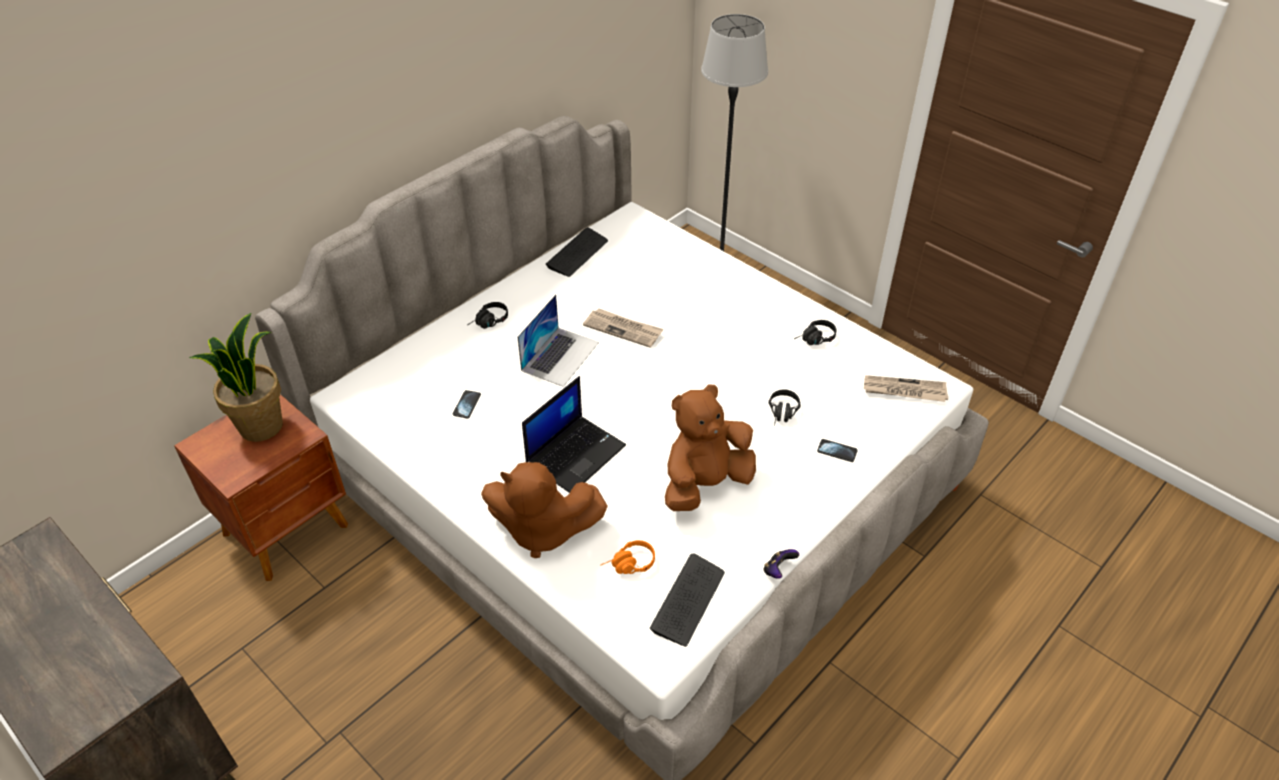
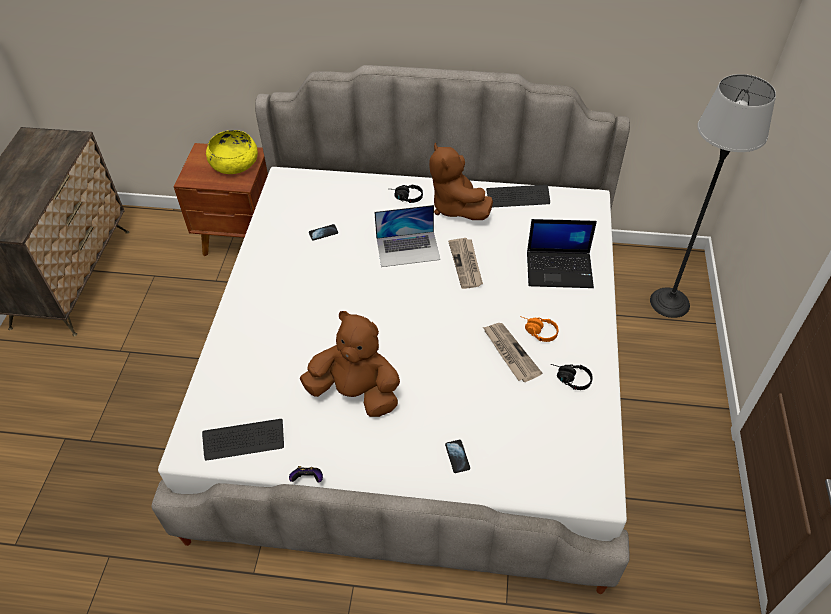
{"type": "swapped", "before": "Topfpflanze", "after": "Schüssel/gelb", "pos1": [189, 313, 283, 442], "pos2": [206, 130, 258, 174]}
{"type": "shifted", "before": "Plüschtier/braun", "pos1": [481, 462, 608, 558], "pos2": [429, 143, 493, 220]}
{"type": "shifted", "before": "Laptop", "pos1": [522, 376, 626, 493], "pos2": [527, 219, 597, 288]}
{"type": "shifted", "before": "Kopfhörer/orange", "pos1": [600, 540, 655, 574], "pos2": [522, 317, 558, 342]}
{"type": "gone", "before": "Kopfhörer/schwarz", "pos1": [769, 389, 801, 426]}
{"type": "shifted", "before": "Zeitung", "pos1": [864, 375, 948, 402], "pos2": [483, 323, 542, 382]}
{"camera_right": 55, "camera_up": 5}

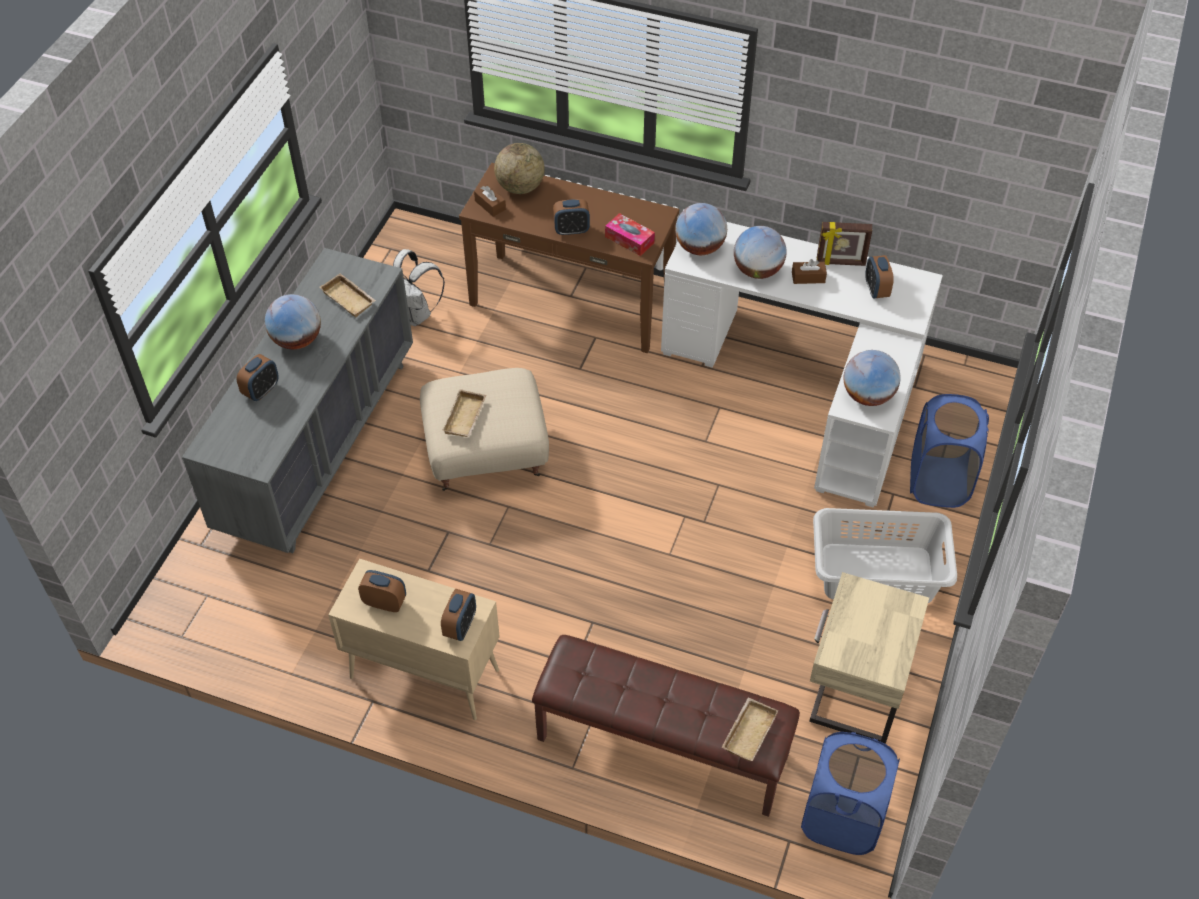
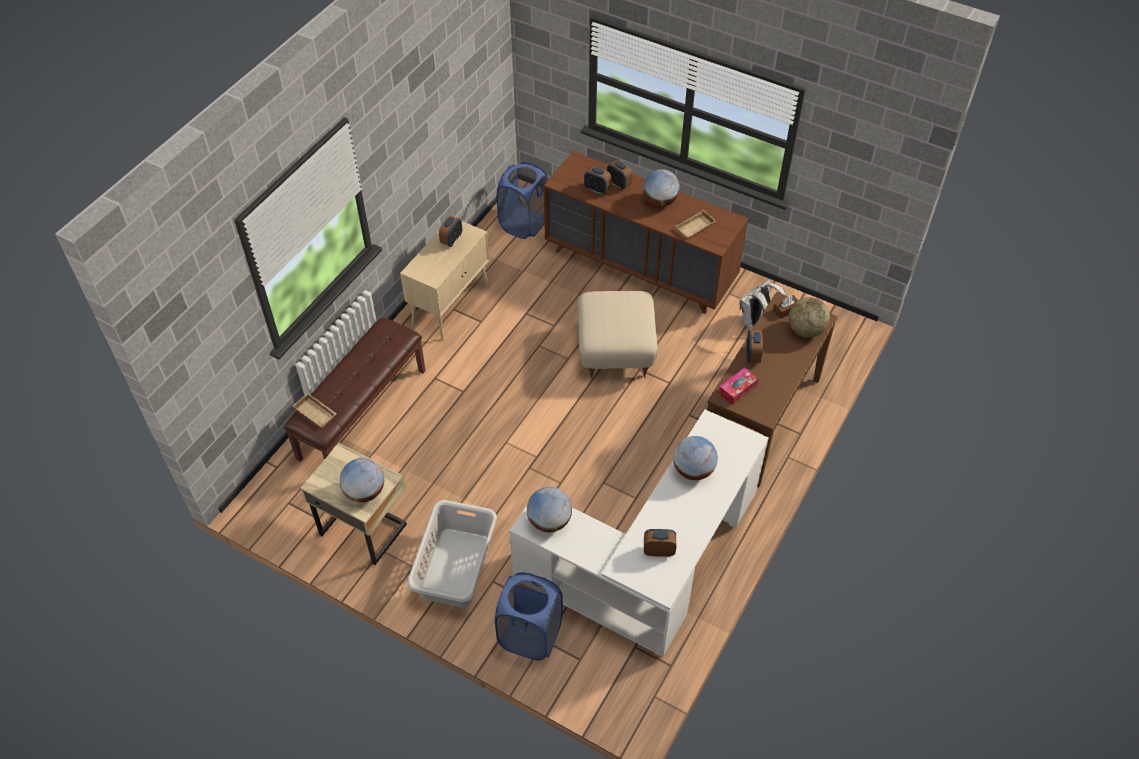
{"type": "repainted", "before": "Kommode/grau", "after": "Kommode/braun", "pos1": [182, 248, 413, 553], "pos2": [544, 151, 748, 314]}
{"type": "shifted", "before": "Wecker", "pos1": [441, 589, 476, 641], "pos2": [584, 166, 611, 195]}
{"type": "gone", "before": "Tablett/beige", "pos1": [442, 389, 486, 437]}
{"type": "shifted", "before": "Globus", "pos1": [675, 203, 727, 255], "pos2": [340, 458, 384, 502]}
{"type": "gone", "before": "Taschentuchbox/braun", "pos1": [792, 259, 827, 284]}
{"type": "shifted", "before": "Wäschekorb/blau", "pos1": [801, 732, 900, 855], "pos2": [497, 162, 548, 239]}
{"type": "gone", "before": "Bilderrahmen", "pos1": [817, 222, 872, 266]}
{"camera_right": 100, "camera_up": 0}

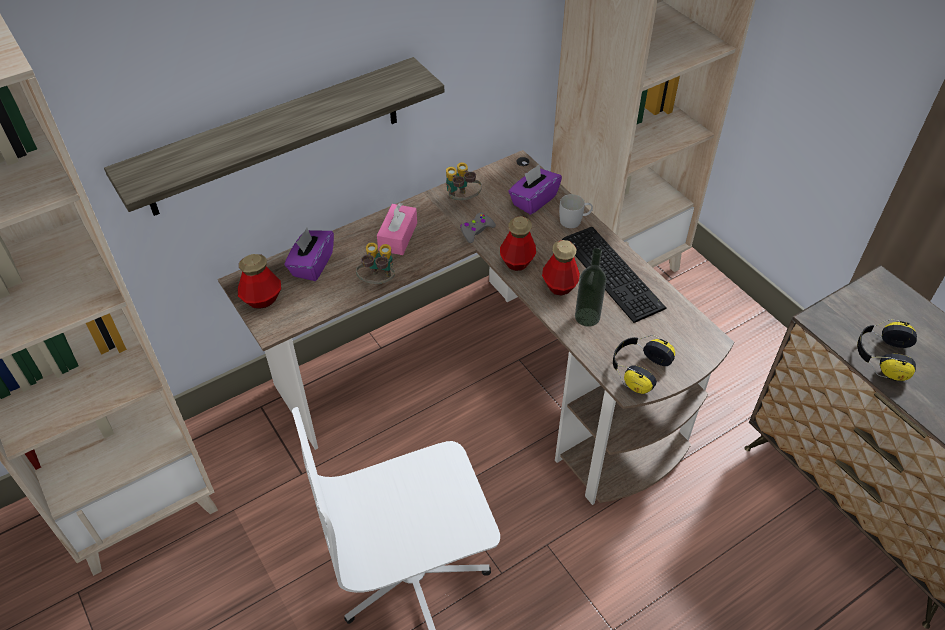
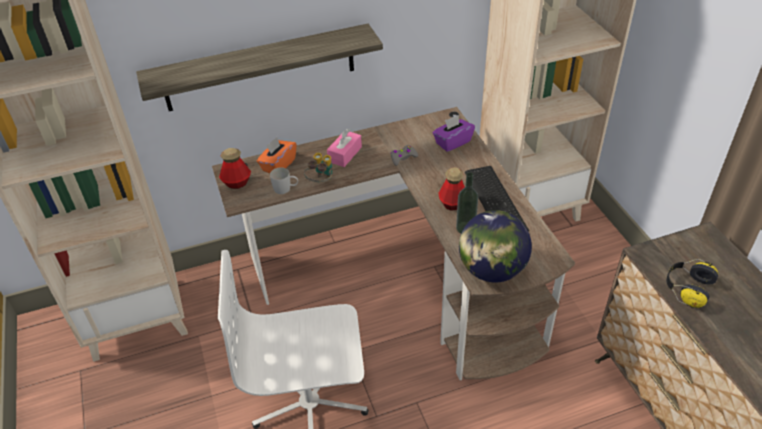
{"type": "repainted", "before": "Taschentuchbox/lila", "after": "Taschentuchbox/orange", "pos1": [284, 228, 334, 281], "pos2": [257, 137, 297, 173]}
{"type": "gone", "before": "Fernglas", "pos1": [446, 162, 482, 200]}
{"type": "gone", "before": "Flasche", "pos1": [500, 216, 536, 271]}
{"type": "shifted", "before": "Henkelbecher/weiß", "pos1": [559, 194, 593, 228], "pos2": [270, 167, 298, 194]}
{"type": "swapped", "before": "Kopfhörer", "after": "Globus", "pos1": [613, 335, 675, 394], "pos2": [459, 210, 532, 282]}
{"camera_right": 15, "camera_up": -5}

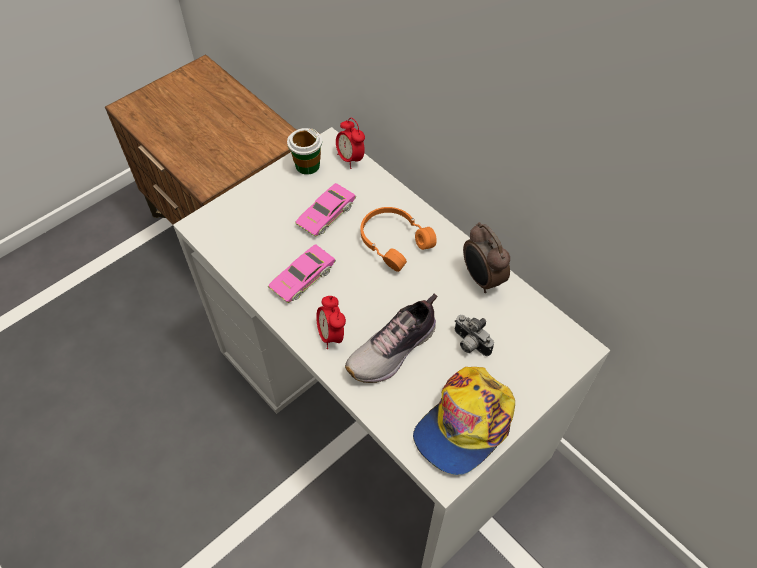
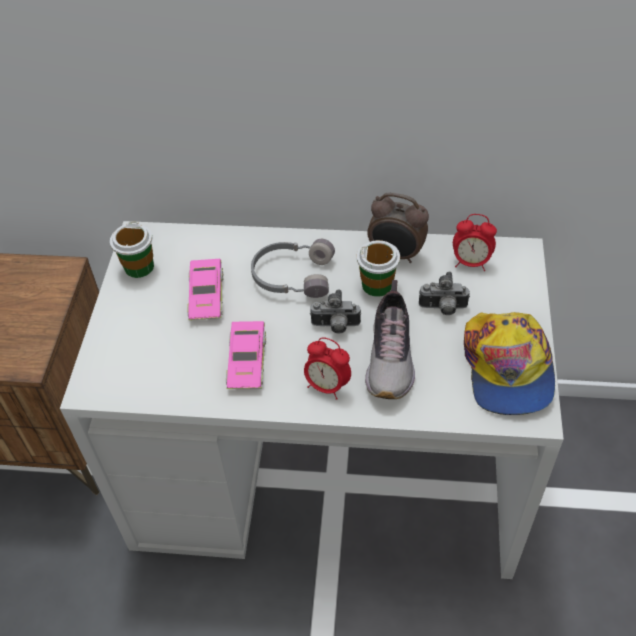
{"type": "shifted", "before": "Wecker", "pos1": [336, 118, 365, 169], "pos2": [453, 214, 497, 271]}
{"type": "repainted", "before": "Kopfhörer/orange", "after": "Kopfhörer/grau", "pos1": [360, 207, 437, 272], "pos2": [251, 239, 335, 298]}
{"type": "new", "after": "Kamera", "pos2": [310, 290, 361, 333]}
{"type": "new", "after": "Tasse", "pos2": [357, 240, 400, 297]}
{"camera_right": -40, "camera_up": -5}

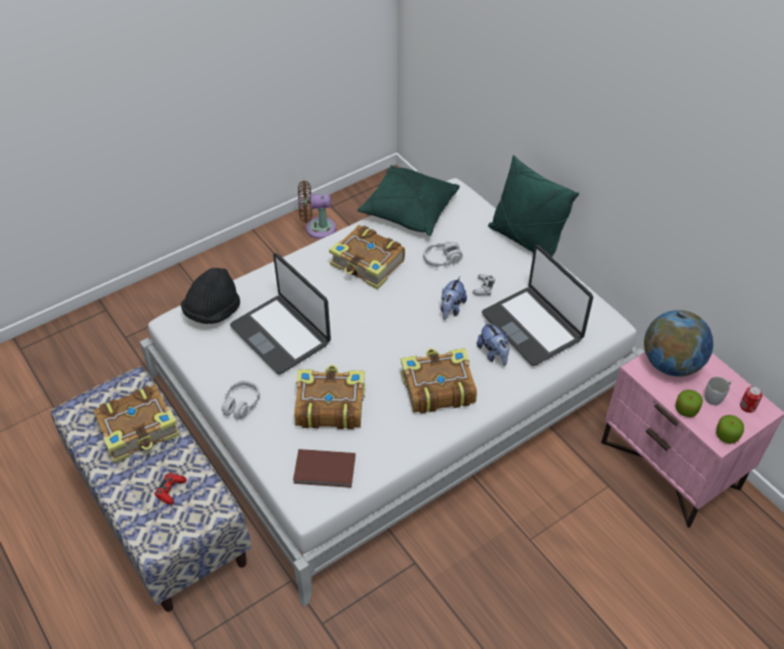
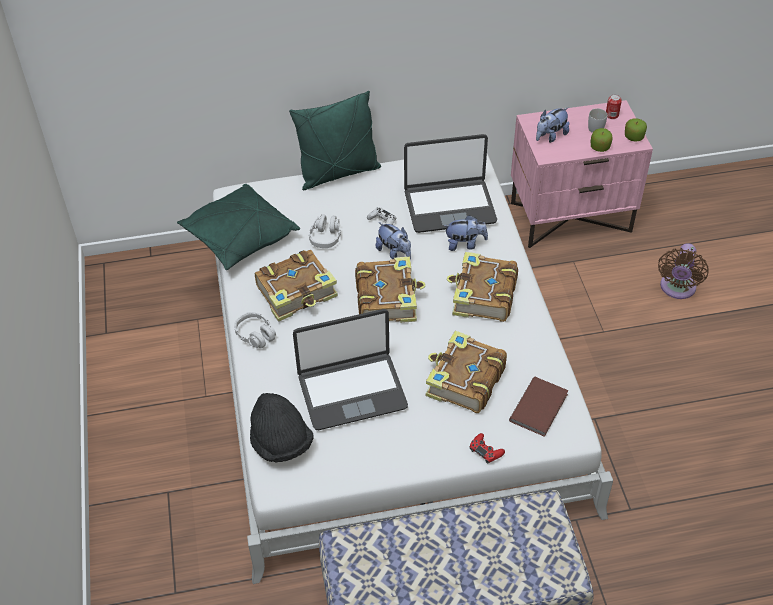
{"type": "shifted", "before": "Buch", "pos1": [94, 385, 180, 463], "pos2": [355, 257, 426, 323]}
{"type": "shifted", "before": "Gamepad/rot", "pos1": [154, 473, 187, 505], "pos2": [469, 433, 505, 463]}
{"type": "shifted", "before": "Kopfhörer/grau", "pos1": [221, 380, 260, 420], "pos2": [234, 312, 276, 348]}
{"type": "shifted", "before": "Ventilator/braun", "pos1": [298, 181, 336, 239], "pos2": [658, 243, 709, 299]}
{"type": "swapped", "before": "Globus", "after": "Plüschtier", "pos1": [644, 310, 713, 377], "pos2": [536, 107, 569, 143]}
{"camera_right": -65, "camera_up": 0}

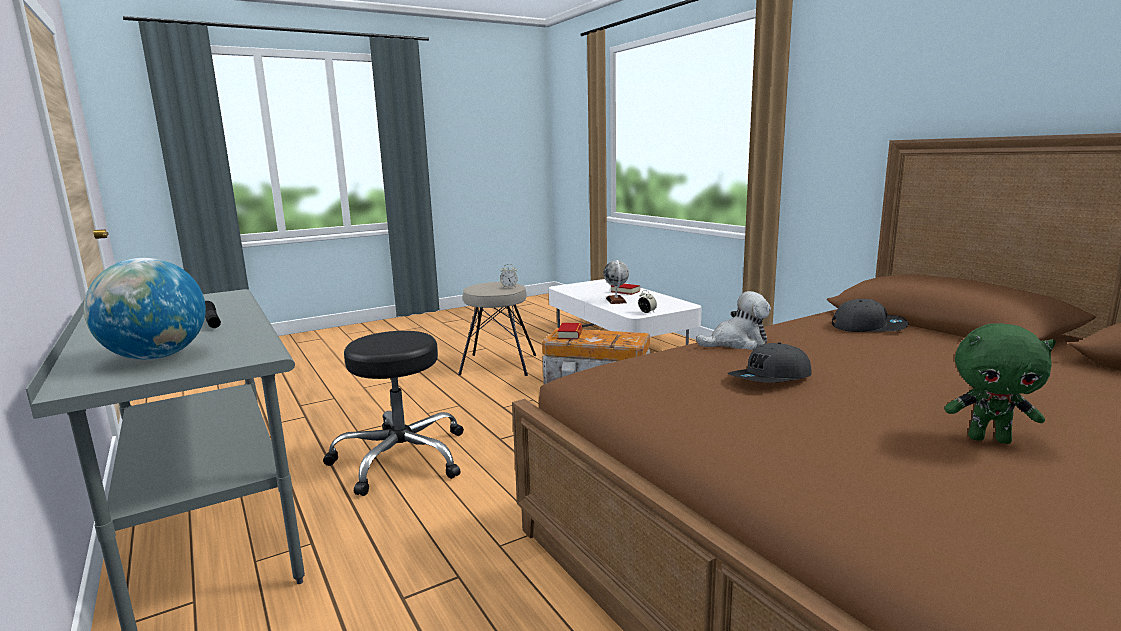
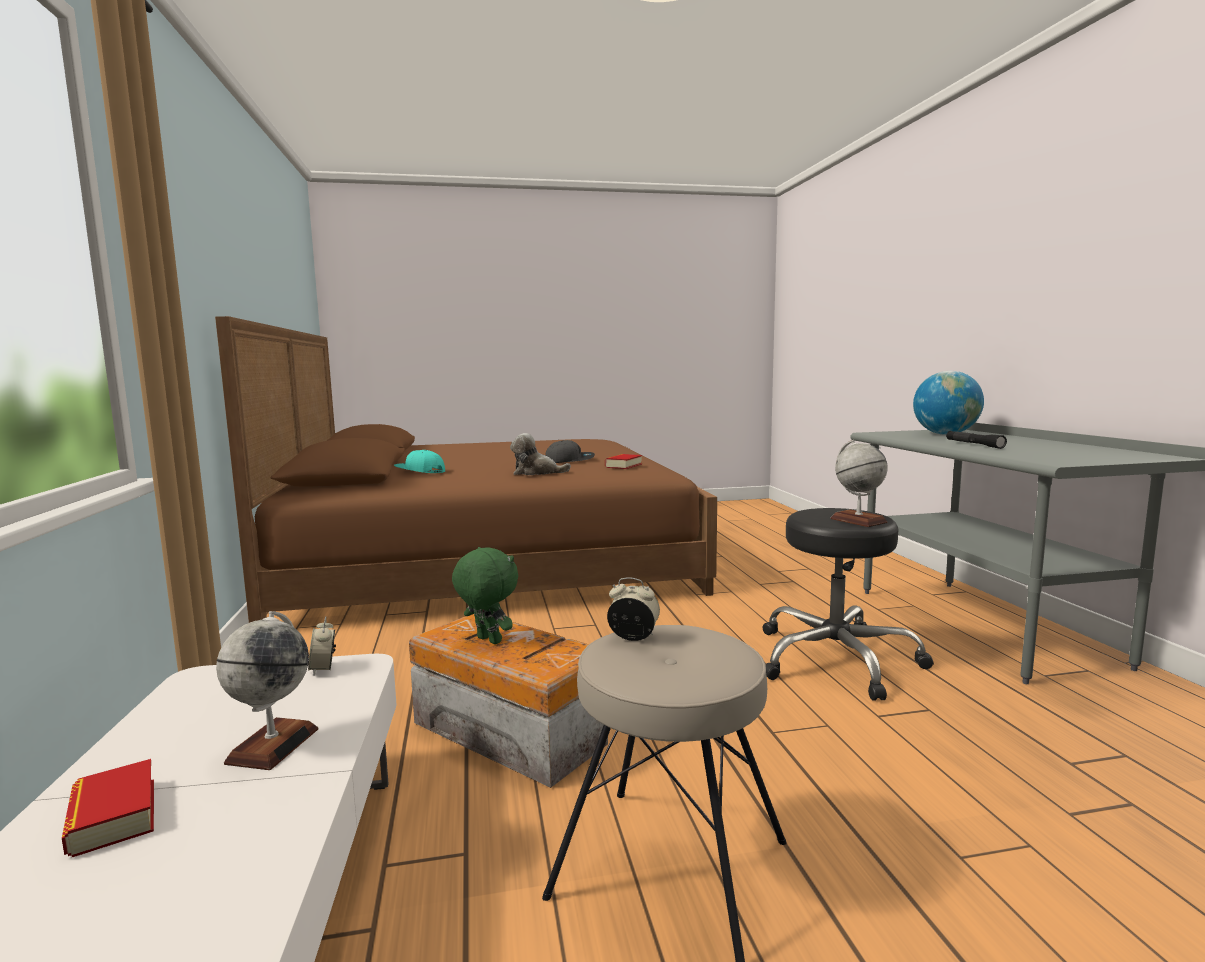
{"type": "shifted", "before": "Buch", "pos1": [557, 323, 583, 340], "pos2": [605, 454, 642, 469]}
{"type": "repainted", "before": "Kappe/grau", "after": "Kappe/türkis", "pos1": [832, 299, 908, 332], "pos2": [394, 450, 445, 473]}
{"type": "shifted", "before": "Plüschtier/grün", "pos1": [944, 323, 1056, 444], "pos2": [452, 547, 518, 644]}
{"type": "new", "after": "Globus", "pos2": [830, 440, 888, 527]}
{"camera_right": -160, "camera_up": -5}

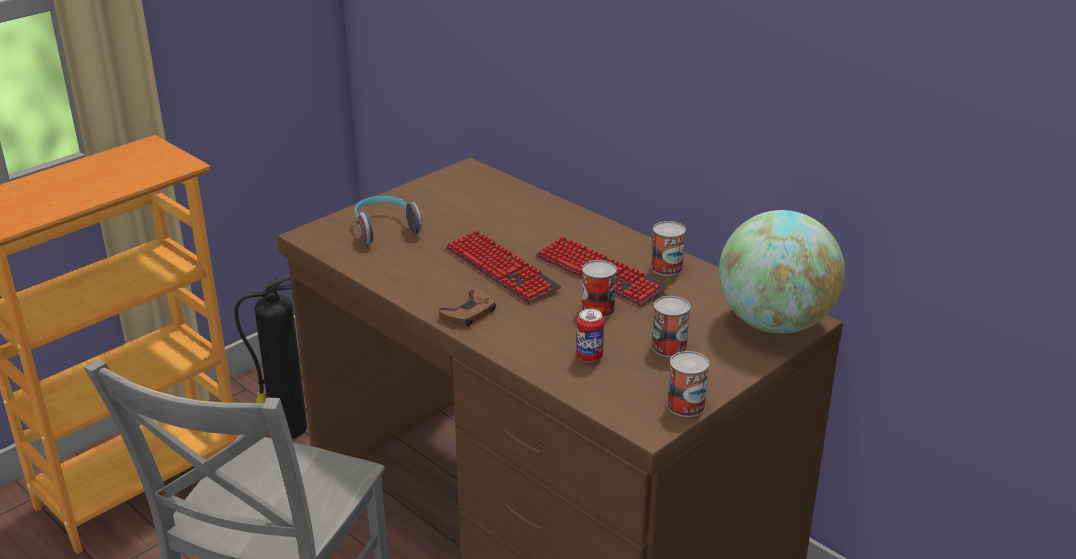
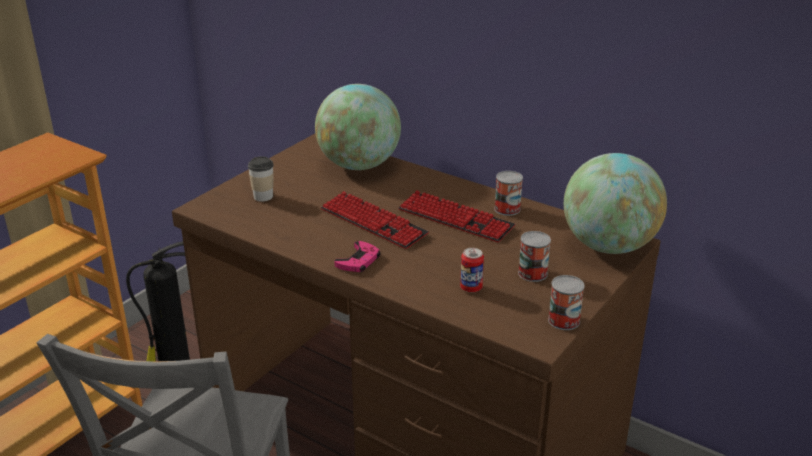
{"type": "swapped", "before": "Kopfhörer", "after": "Tasse", "pos1": [355, 196, 422, 244], "pos2": [248, 156, 274, 202]}
{"type": "repainted", "before": "Gamepad/braun", "after": "Gamepad/rosa", "pos1": [439, 289, 496, 326], "pos2": [334, 241, 380, 272]}
{"type": "gone", "before": "Dose", "pos1": [581, 260, 617, 318]}
{"type": "new", "after": "Globus", "pos2": [315, 84, 401, 170]}
{"camera_right": -10, "camera_up": 0}

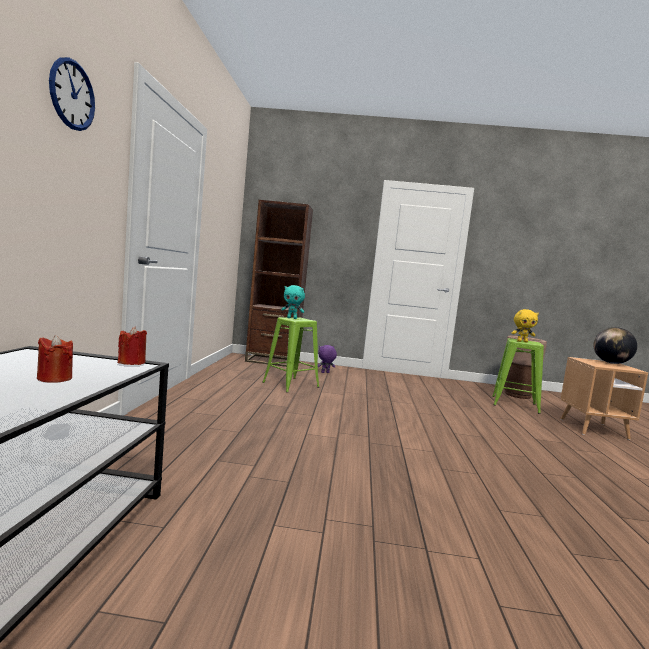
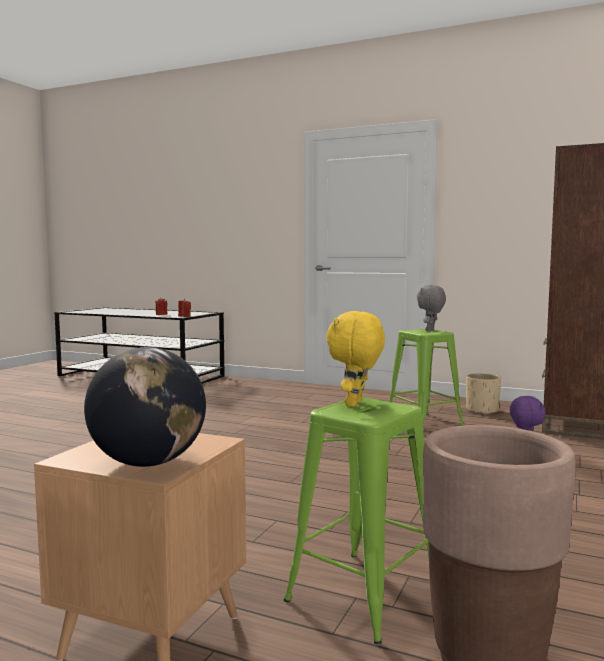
{"type": "gone", "before": "Wanduhr", "pos1": [49, 57, 95, 131]}
{"type": "repainted", "before": "Plüschtier/türkis", "after": "Plüschtier/grau", "pos1": [281, 285, 305, 319], "pos2": [417, 285, 446, 332]}
{"type": "new", "after": "Pflanzkübel/beige", "pos2": [466, 373, 501, 415]}
{"camera_right": 110, "camera_up": 0}

